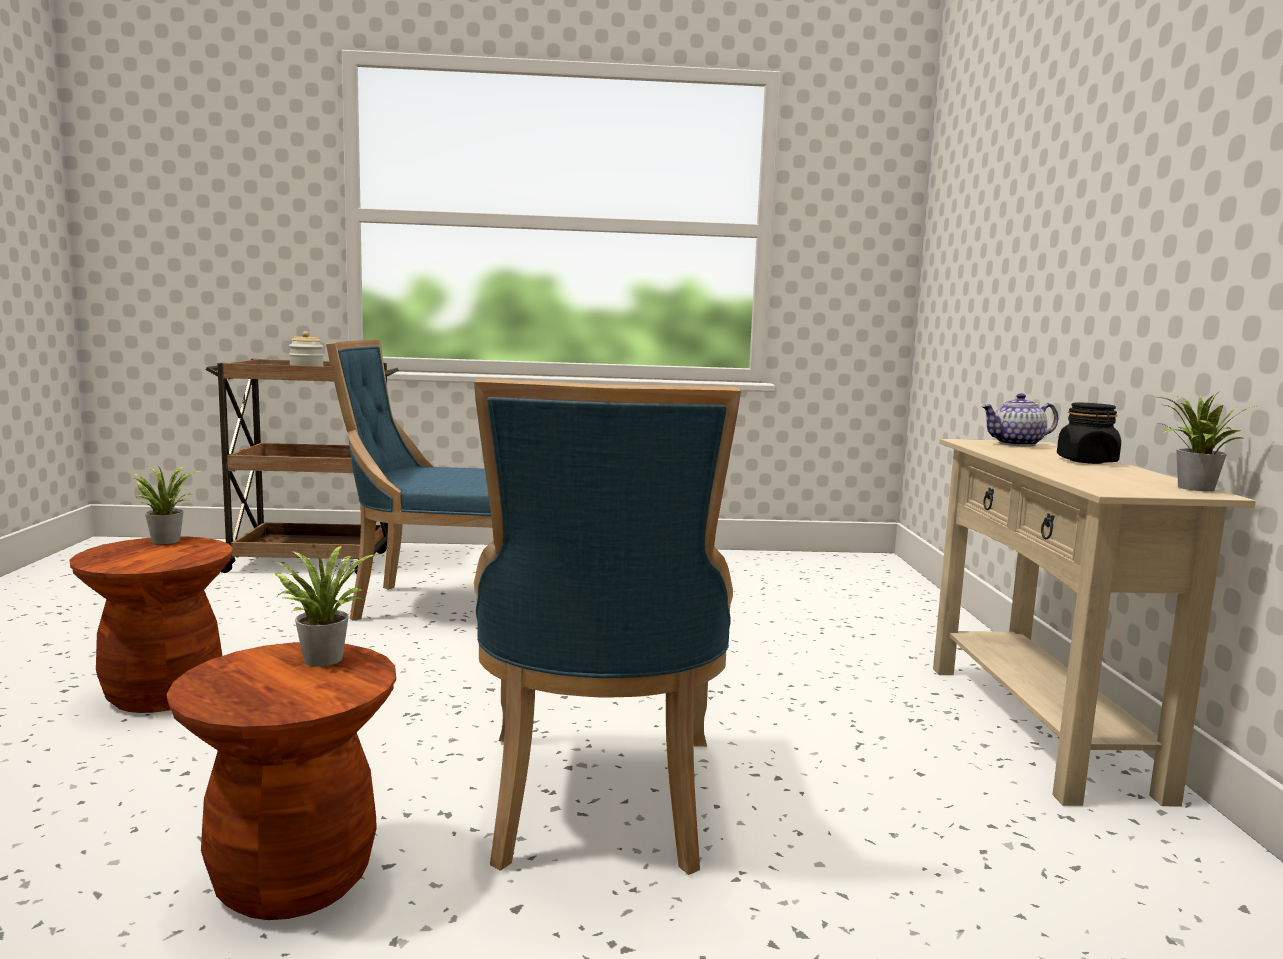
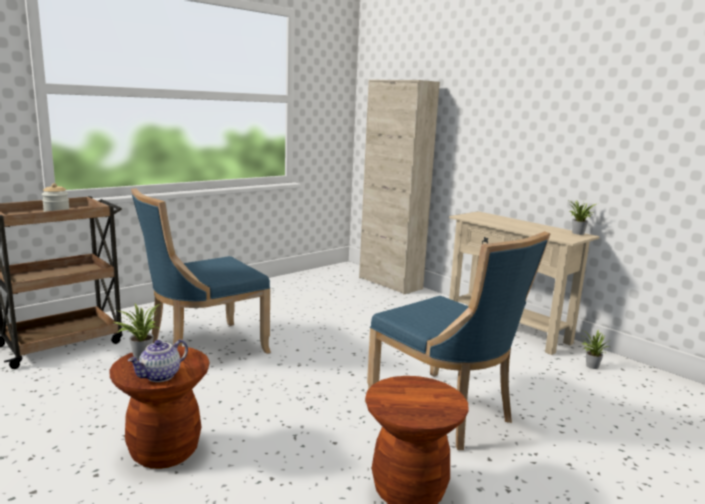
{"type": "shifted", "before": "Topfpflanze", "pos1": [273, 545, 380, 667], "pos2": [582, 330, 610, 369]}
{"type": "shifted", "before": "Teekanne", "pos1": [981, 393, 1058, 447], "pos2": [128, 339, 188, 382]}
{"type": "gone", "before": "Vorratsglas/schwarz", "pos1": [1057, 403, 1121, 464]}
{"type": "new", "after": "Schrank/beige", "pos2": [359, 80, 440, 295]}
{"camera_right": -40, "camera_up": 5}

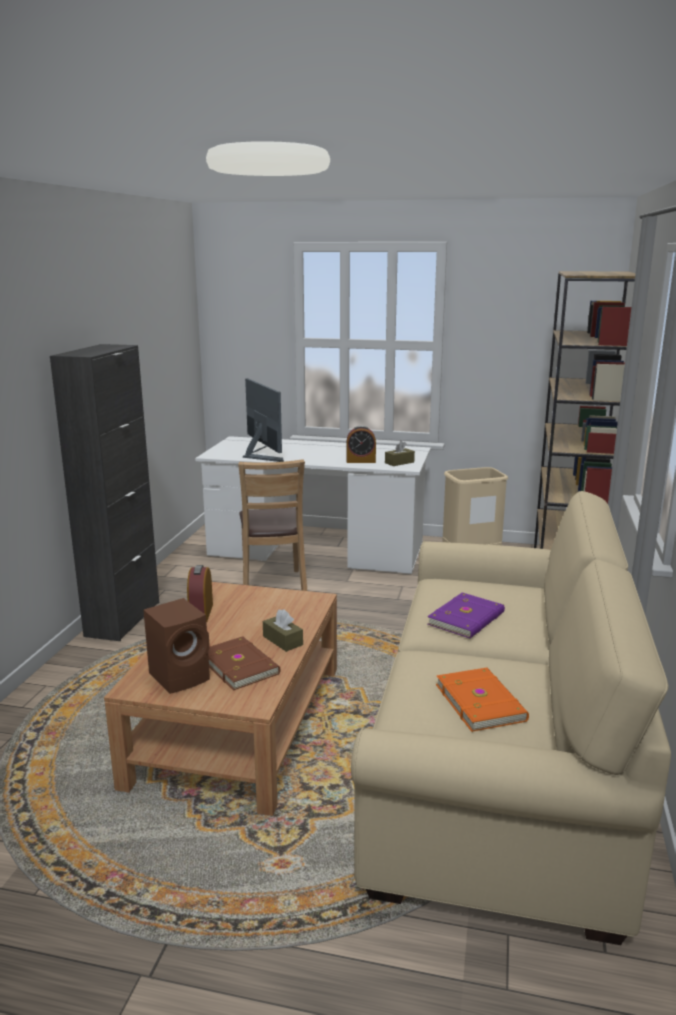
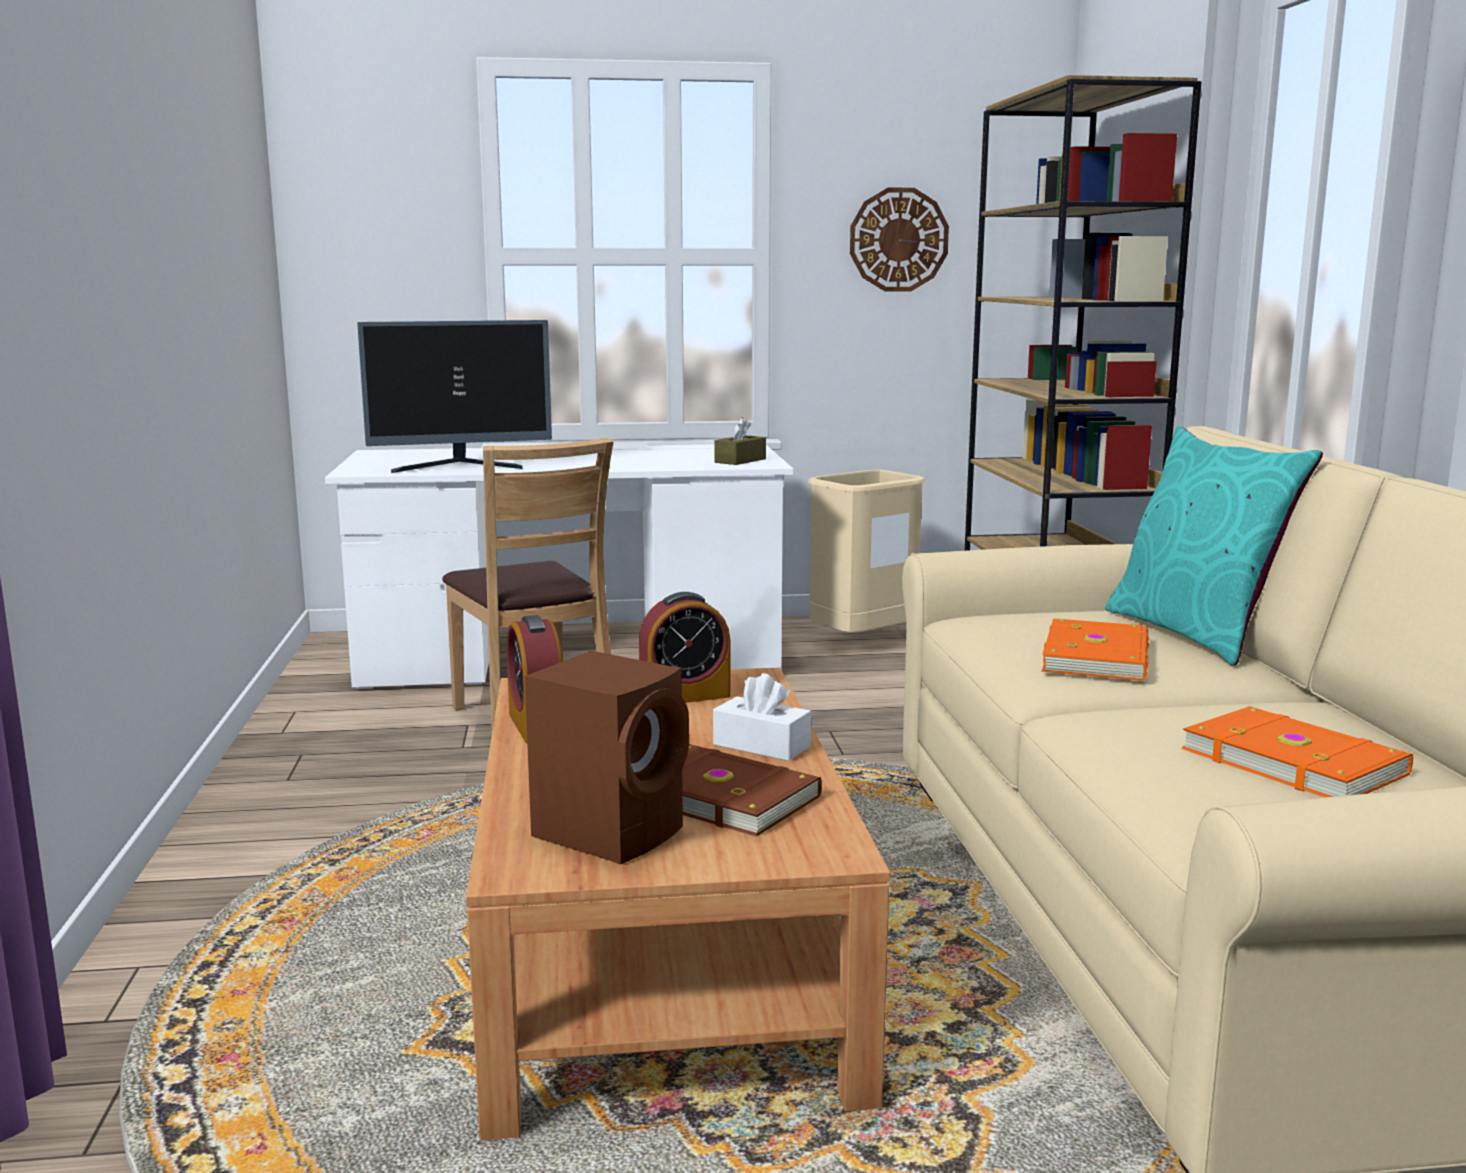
{"type": "gone", "before": "Schrank/schwarz", "pos1": [50, 344, 159, 641]}
{"type": "rotated", "before": "Monitor", "pos1": [243, 378, 284, 462], "pos2": [357, 320, 552, 473], "turn": 120}
{"type": "repainted", "before": "Taschentuchbox/braun", "after": "Taschentuchbox/weiß", "pos1": [263, 609, 303, 652], "pos2": [713, 673, 811, 761]}
{"type": "shifted", "before": "Wecker", "pos1": [347, 425, 376, 463], "pos2": [639, 592, 730, 703]}
{"type": "repainted", "before": "Buch/lila", "after": "Buch/orange", "pos1": [428, 592, 505, 638], "pos2": [1041, 619, 1149, 681]}
{"type": "new", "after": "Wanduhr", "pos2": [850, 188, 949, 292]}
{"type": "new", "after": "Kissen/türkis", "pos2": [1105, 426, 1323, 665]}
{"camera_right": -20, "camera_up": -5}

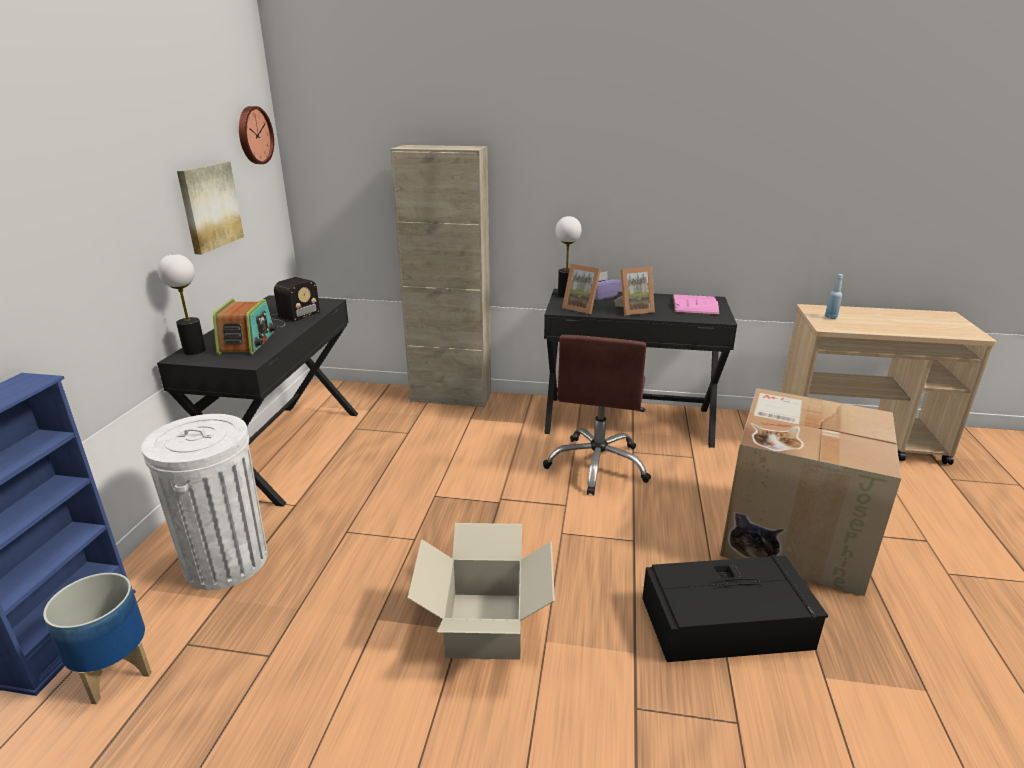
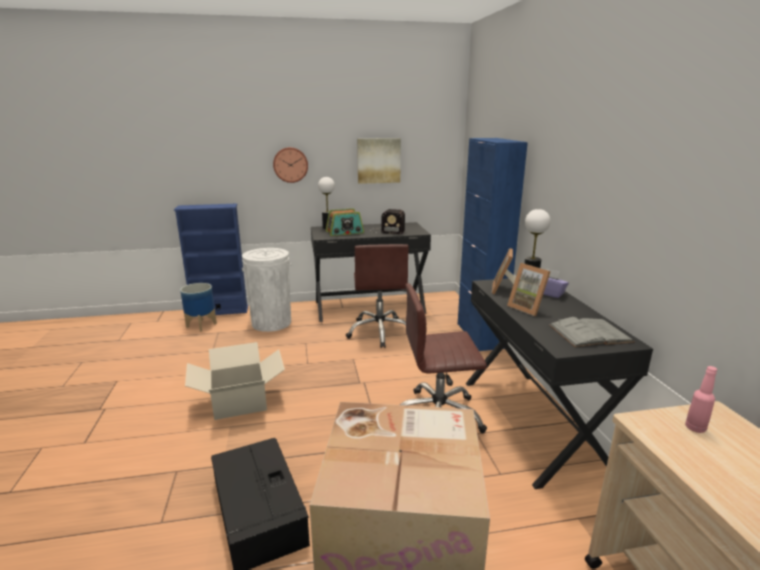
{"type": "shifted", "before": "Wanduhr", "pos1": [239, 106, 274, 164], "pos2": [273, 147, 308, 183]}
{"type": "repainted", "before": "Schrank/beige", "after": "Schrank/blau", "pos1": [390, 145, 491, 408], "pos2": [458, 138, 528, 351]}
{"type": "repainted", "before": "Buch/rosa", "after": "Buch/grau", "pos1": [672, 294, 720, 315], "pos2": [549, 317, 635, 347]}
{"type": "repainted", "before": "Flasche/blau", "after": "Flasche/rosa", "pos1": [825, 274, 843, 319], "pos2": [685, 366, 717, 433]}
{"type": "new", "after": "Bürostuhl/braun", "pos2": [346, 244, 409, 348]}
{"camera_right": 70, "camera_up": -5}

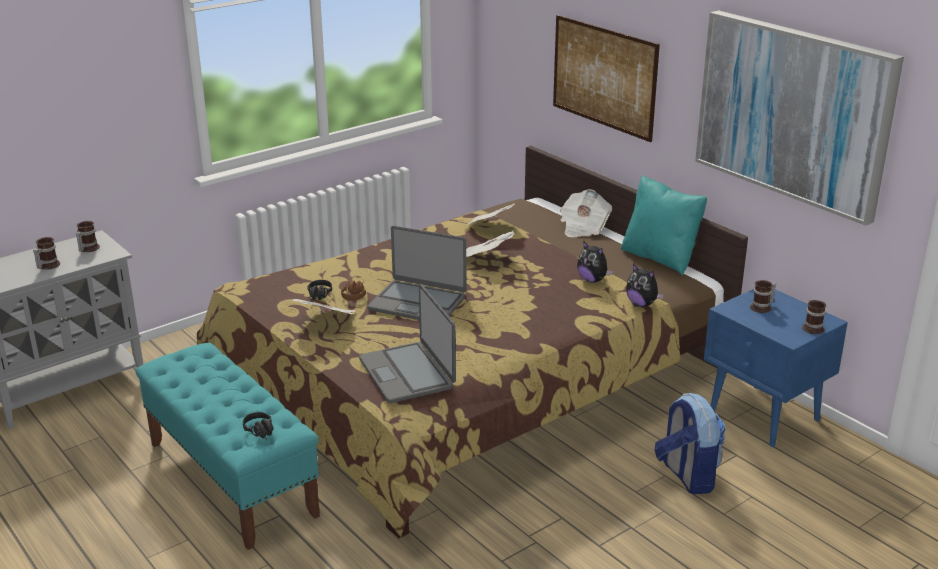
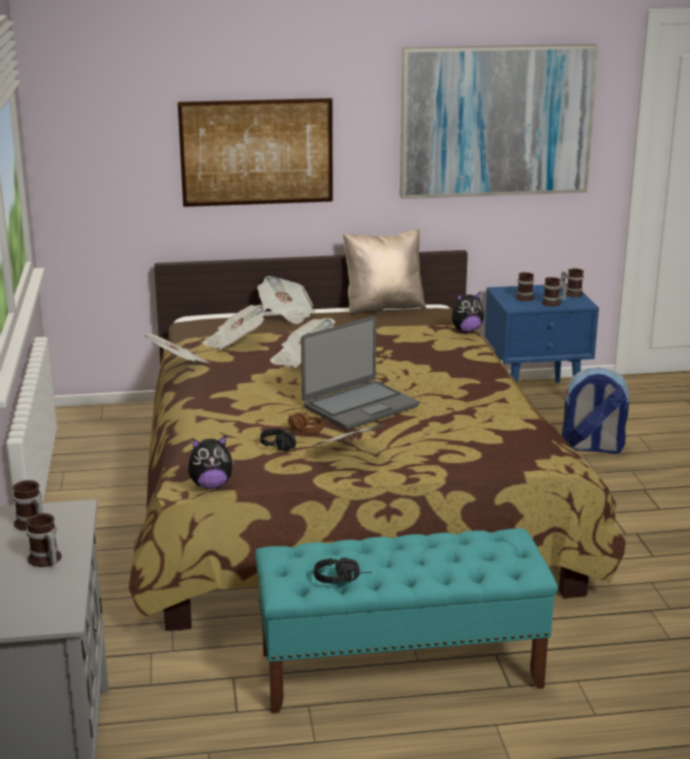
{"type": "shifted", "before": "Kopfhörer/schwarz", "pos1": [243, 412, 273, 439], "pos2": [314, 557, 372, 584]}
{"type": "gone", "before": "Laptop", "pos1": [359, 284, 456, 403]}
{"type": "shifted", "before": "Plüschtier", "pos1": [577, 242, 613, 283], "pos2": [188, 435, 234, 489]}
{"type": "repainted", "before": "Kissen/türkis", "after": "Kissen/beige", "pos1": [621, 175, 707, 275], "pos2": [343, 229, 426, 315]}
{"type": "new", "after": "Zeitung", "pos2": [141, 334, 210, 363]}
{"type": "new", "after": "Henkelbecher", "pos2": [541, 277, 567, 306]}
{"camera_right": -60, "camera_up": -5}

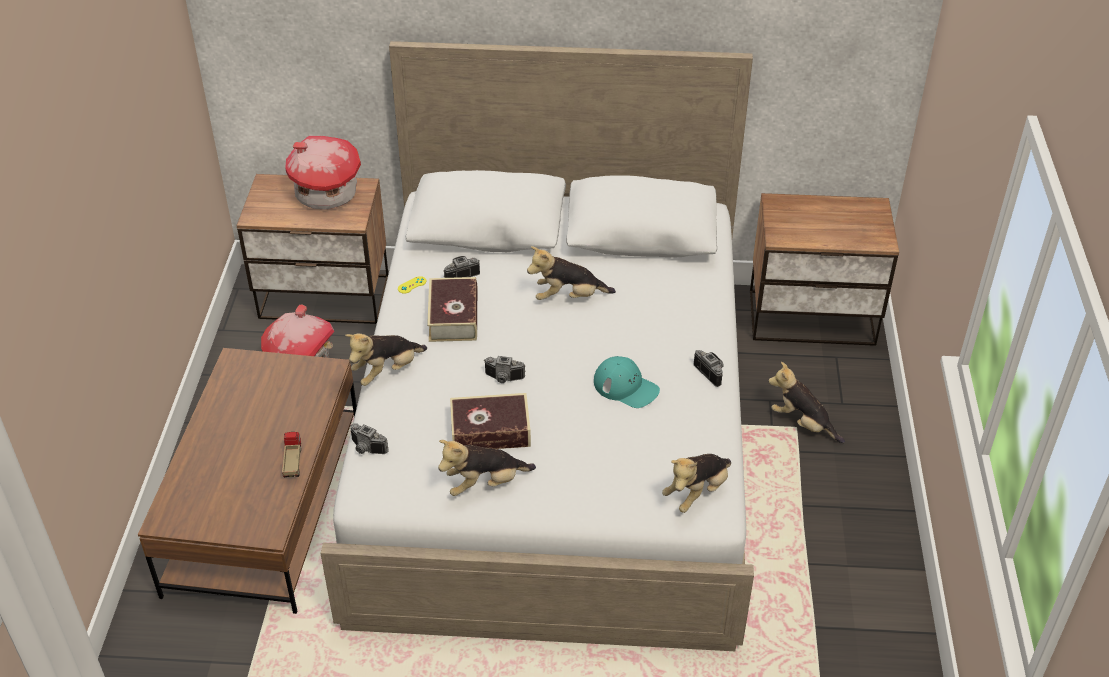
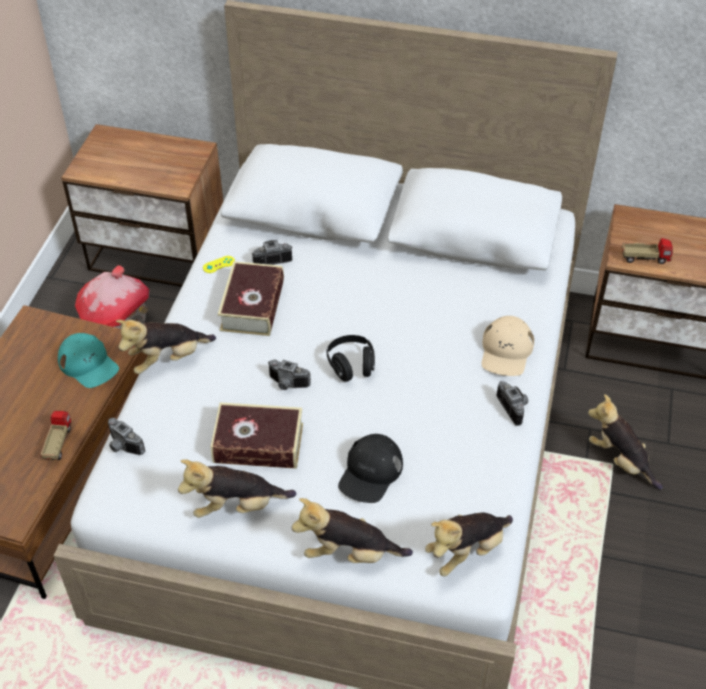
{"type": "gone", "before": "Spielzeughaus", "pos1": [285, 136, 361, 210]}
{"type": "shifted", "before": "Plüschtier", "pos1": [527, 246, 616, 300], "pos2": [292, 498, 413, 563]}
{"type": "shifted", "before": "Kappe/türkis", "pos1": [594, 356, 660, 408], "pos2": [58, 333, 119, 388]}
{"type": "new", "after": "Kopfhörer/schwarz", "pos2": [326, 335, 375, 381]}
{"type": "new", "after": "Kappe/schwarz", "pos2": [338, 434, 403, 503]}
{"type": "new", "after": "Kappe/beige", "pos2": [482, 316, 534, 376]}
{"type": "new", "after": "Spielzeuglaster", "pos2": [622, 238, 673, 264]}
{"camera_right": 10, "camera_up": 5}

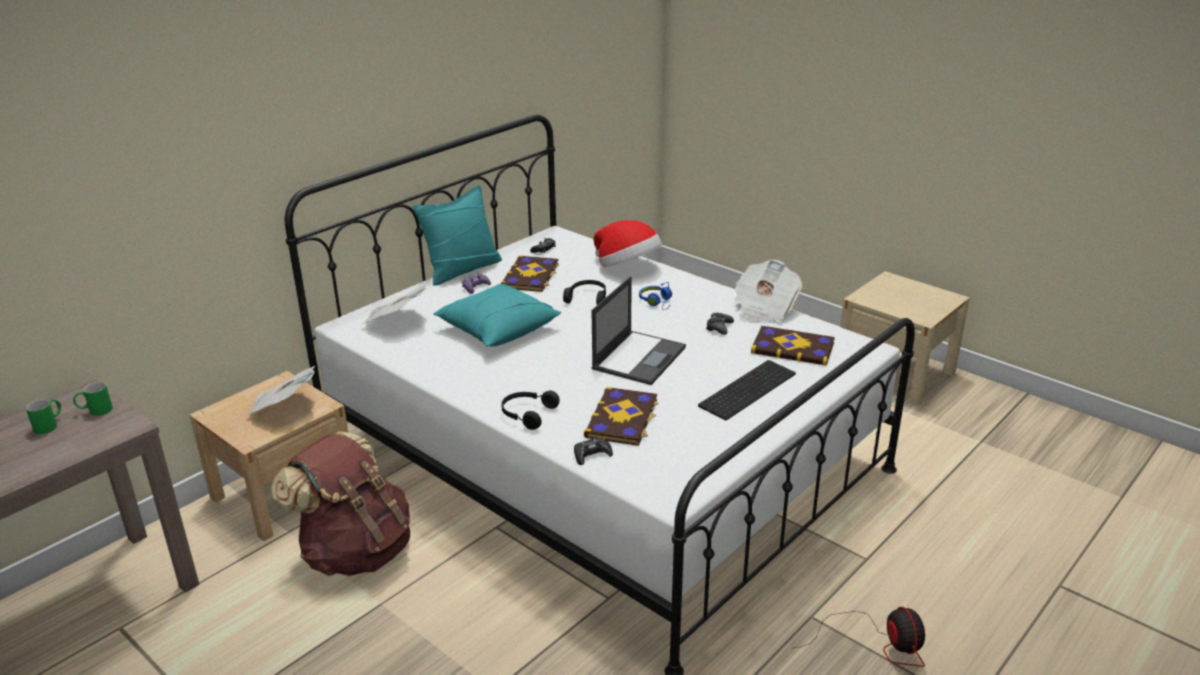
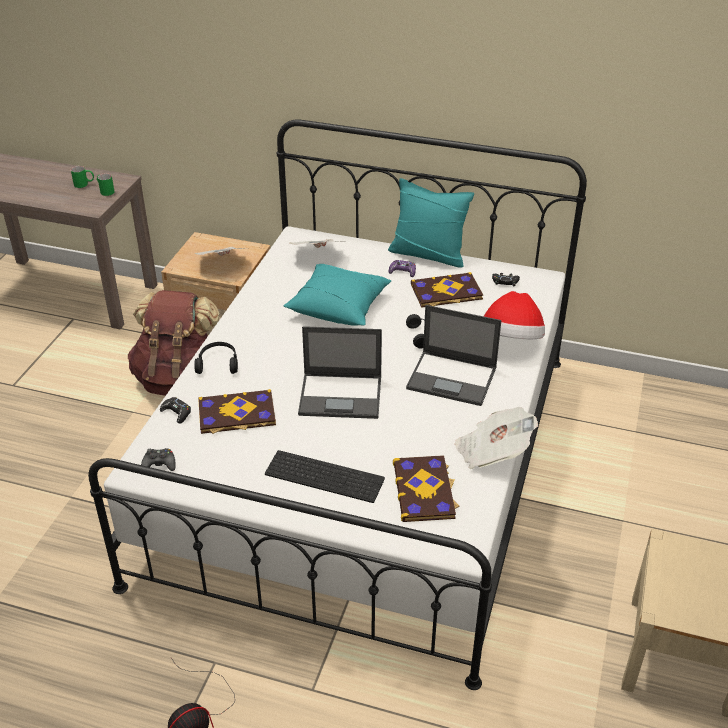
{"type": "swapped", "before": "Kopfhörer/blau", "after": "Laptop", "pos1": [639, 282, 672, 310], "pos2": [406, 305, 501, 406]}
{"type": "shifted", "before": "Gamepad/schwarz", "pos1": [706, 313, 734, 335], "pos2": [141, 448, 176, 471]}
{"camera_right": 65, "camera_up": 10}

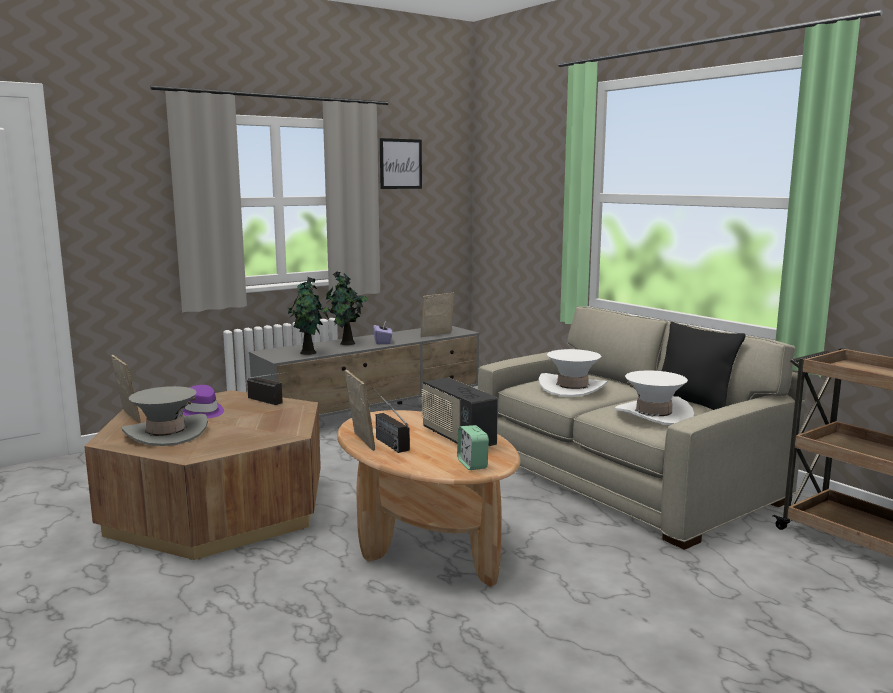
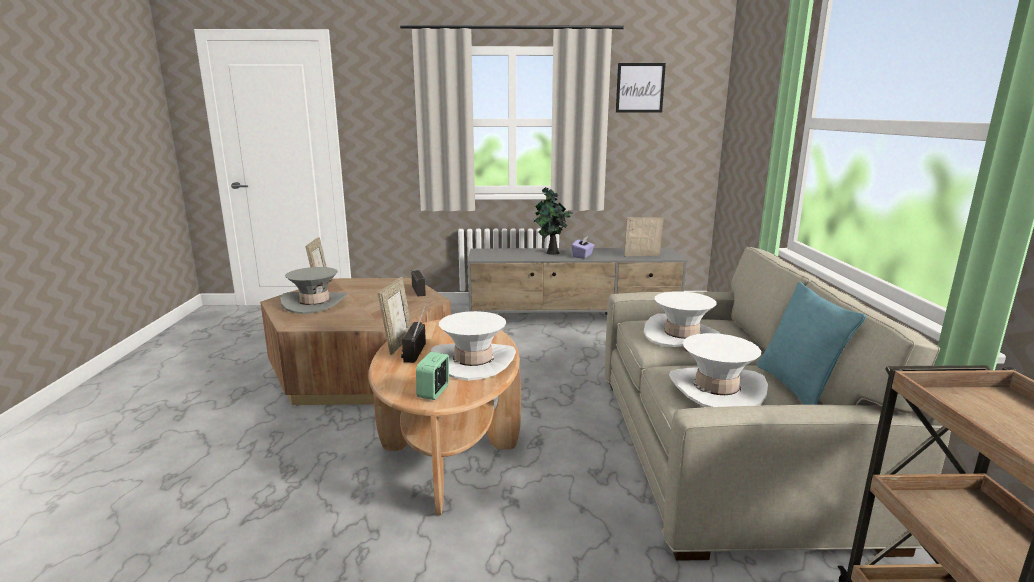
{"type": "gone", "before": "Hut/lila", "pos1": [183, 385, 224, 418]}
{"type": "gone", "before": "Topfpflanze", "pos1": [288, 277, 329, 355]}
{"type": "swapped", "before": "Radio", "after": "Hut/weiß", "pos1": [421, 377, 498, 446], "pos2": [431, 311, 516, 381]}
{"type": "repainted", "before": "Kissen/schwarz", "after": "Kissen/türkis", "pos1": [662, 322, 746, 410], "pos2": [757, 282, 866, 405]}
{"camera_right": 35, "camera_up": 5}

